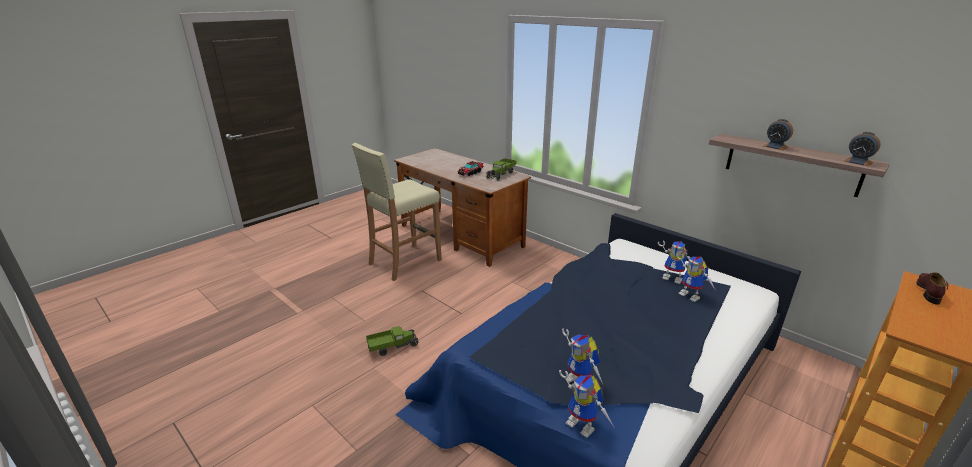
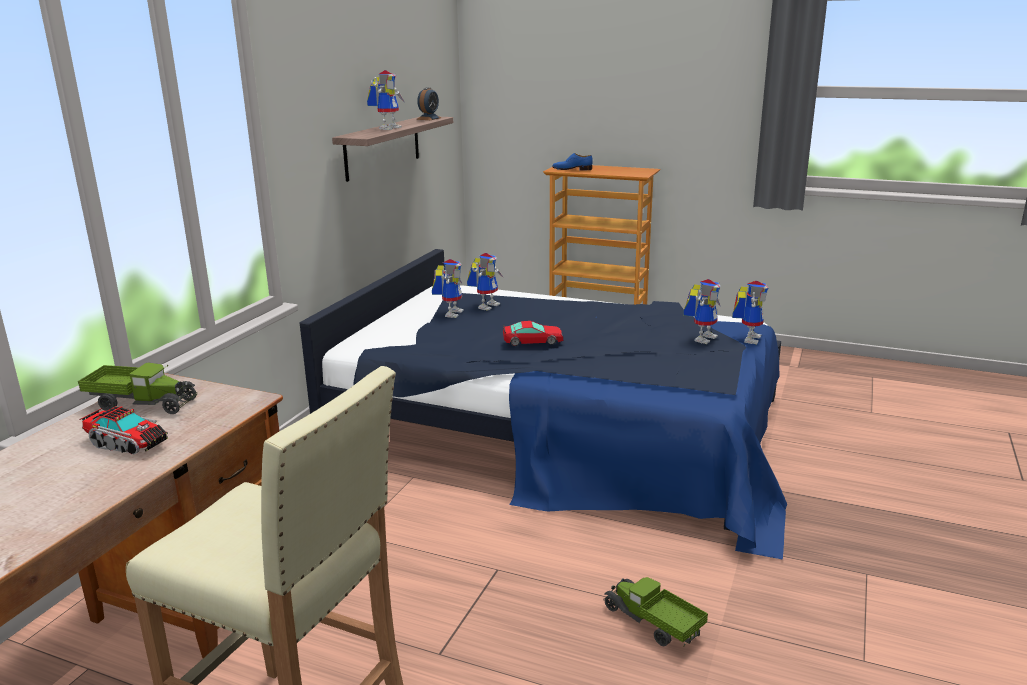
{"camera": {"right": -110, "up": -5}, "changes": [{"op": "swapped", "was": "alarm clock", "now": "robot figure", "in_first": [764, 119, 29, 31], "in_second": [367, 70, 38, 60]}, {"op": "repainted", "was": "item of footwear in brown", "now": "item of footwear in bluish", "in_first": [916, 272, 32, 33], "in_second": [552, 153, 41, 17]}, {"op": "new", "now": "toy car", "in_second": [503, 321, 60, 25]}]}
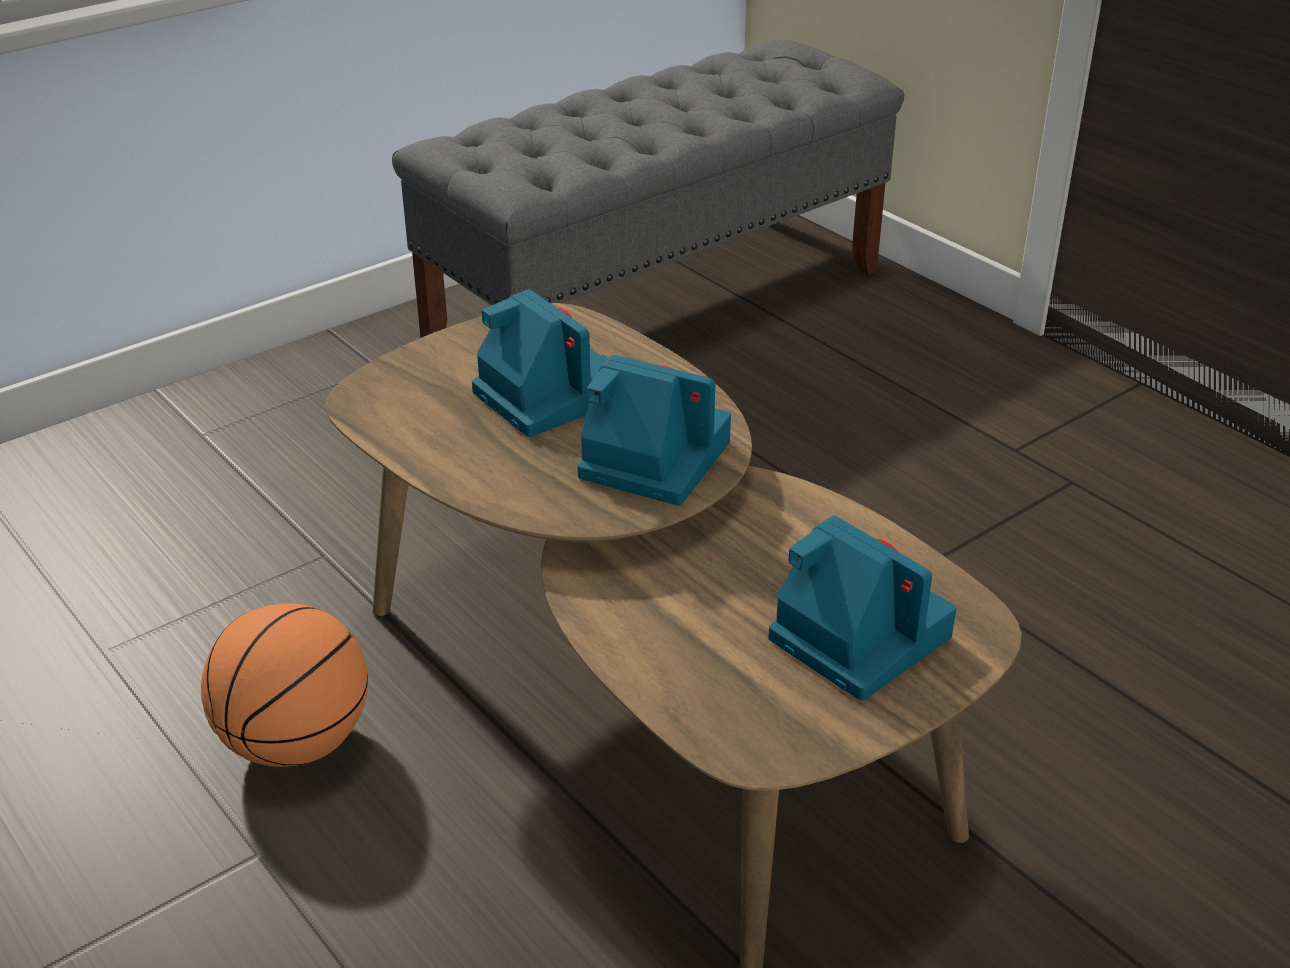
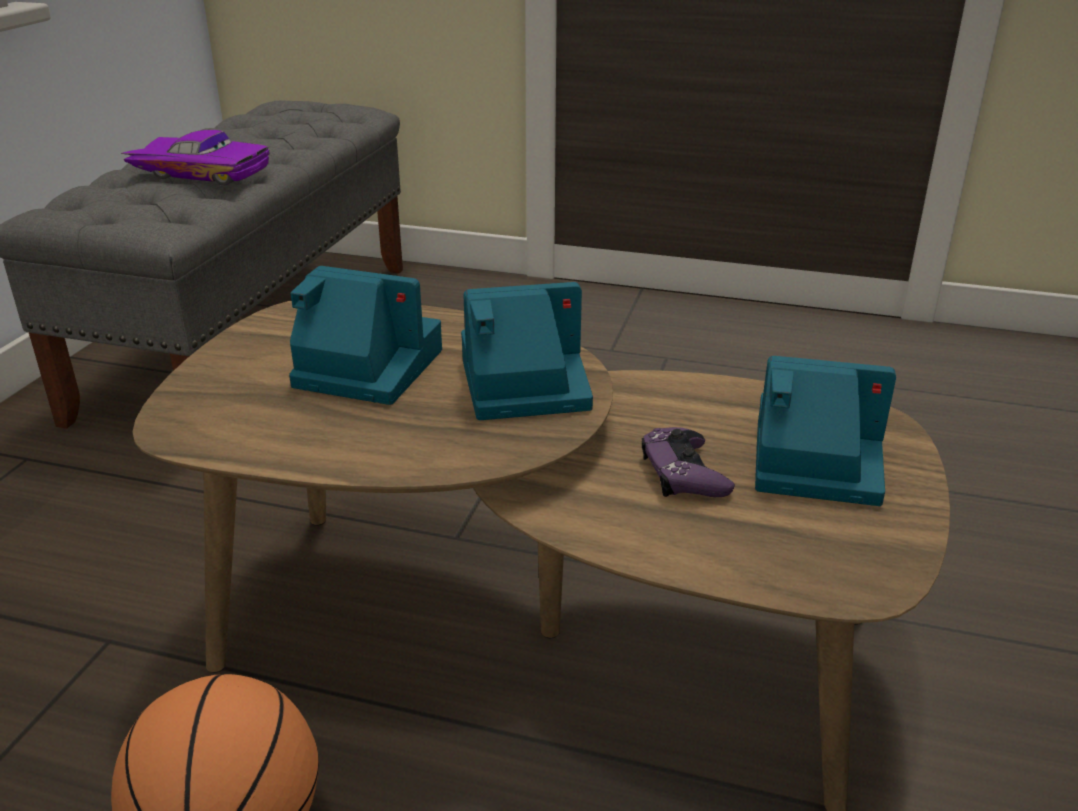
{"camera": {"right": -35, "up": -5}, "changes": [{"op": "new", "now": "toy car in purple", "in_second": [121, 130, 148, 56]}, {"op": "new", "now": "gamepad in purple", "in_second": [642, 427, 93, 70]}]}
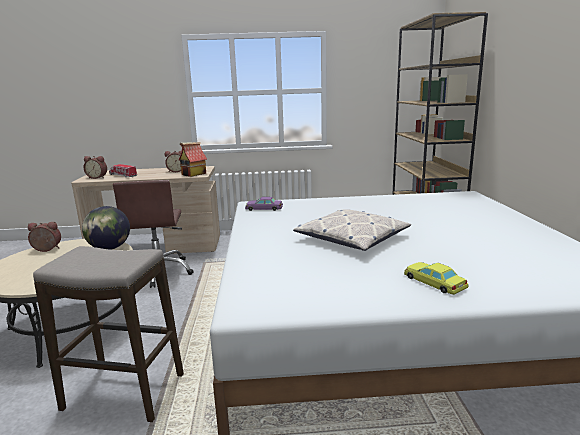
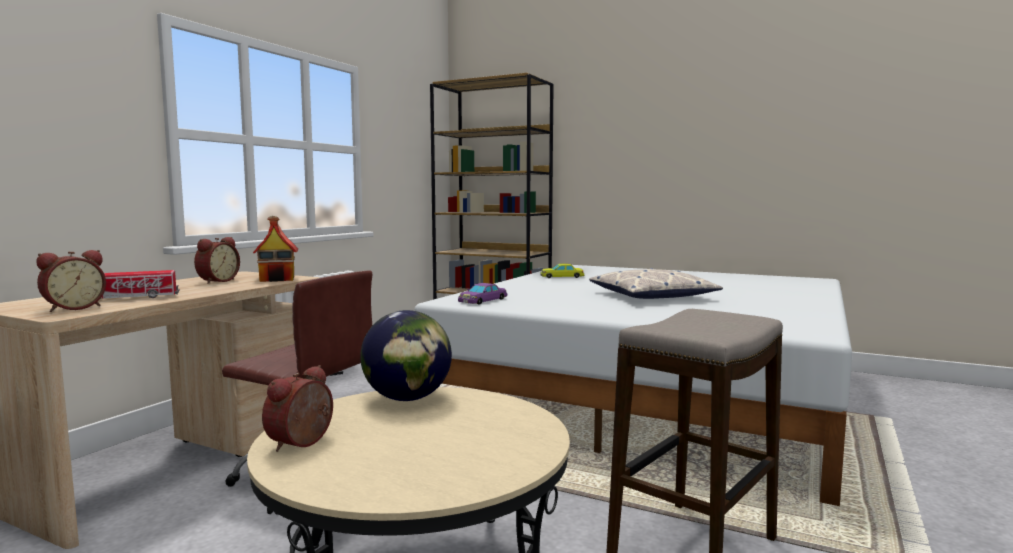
{"camera": {"right": -60, "up": -10}, "changes": [{"op": "shifted", "was": "toy car in yellow", "in_first": [404, 262, 65, 33], "in_second": [540, 264, 44, 14]}]}
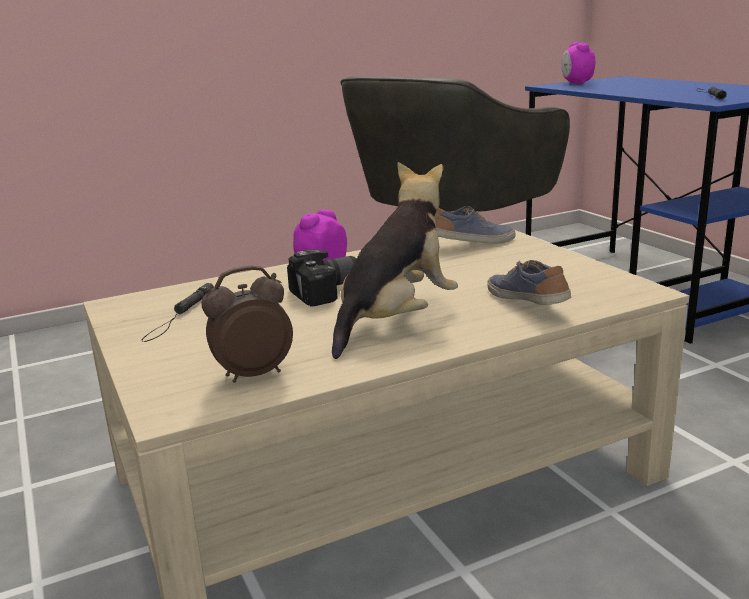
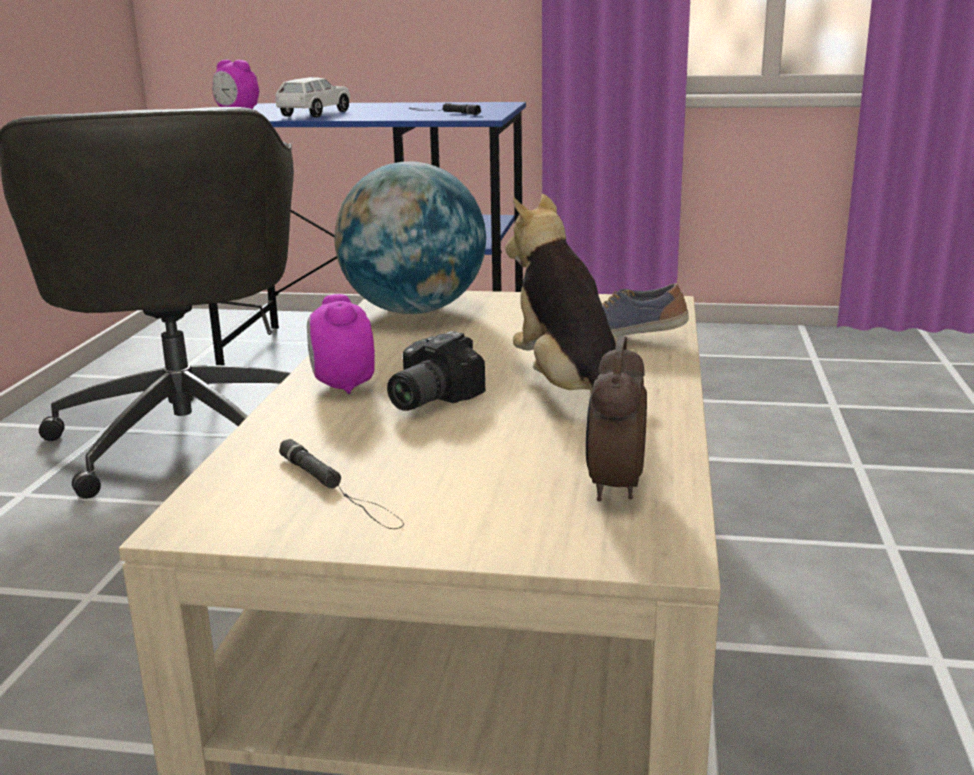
{"camera": {"right": -55, "up": 0}, "changes": [{"op": "swapped", "was": "item of footwear", "now": "desk globe", "in_first": [435, 206, 81, 38], "in_second": [334, 161, 152, 154]}, {"op": "rotated", "was": "still camera", "in_first": [287, 249, 69, 58], "in_second": [387, 331, 98, 80], "clockwise": -150}, {"op": "new", "now": "toy car in whitish", "in_second": [276, 77, 74, 40]}]}
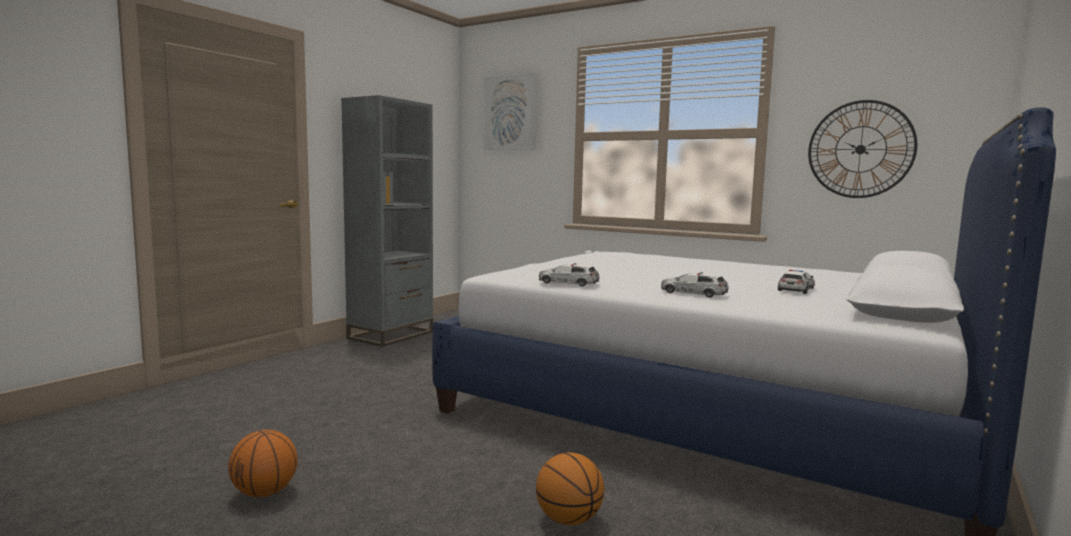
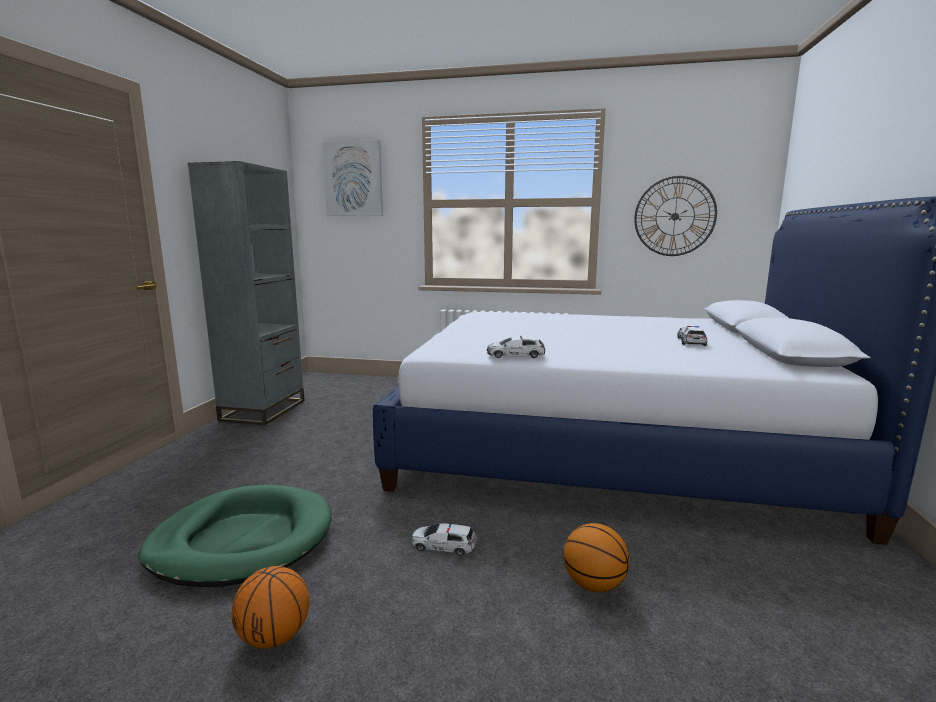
{"camera": {"right": -20, "up": 5}, "changes": [{"op": "shifted", "was": "toy car", "in_first": [661, 272, 68, 26], "in_second": [411, 523, 66, 33]}, {"op": "new", "now": "dog cushion in greenish", "in_second": [139, 485, 192, 102]}]}
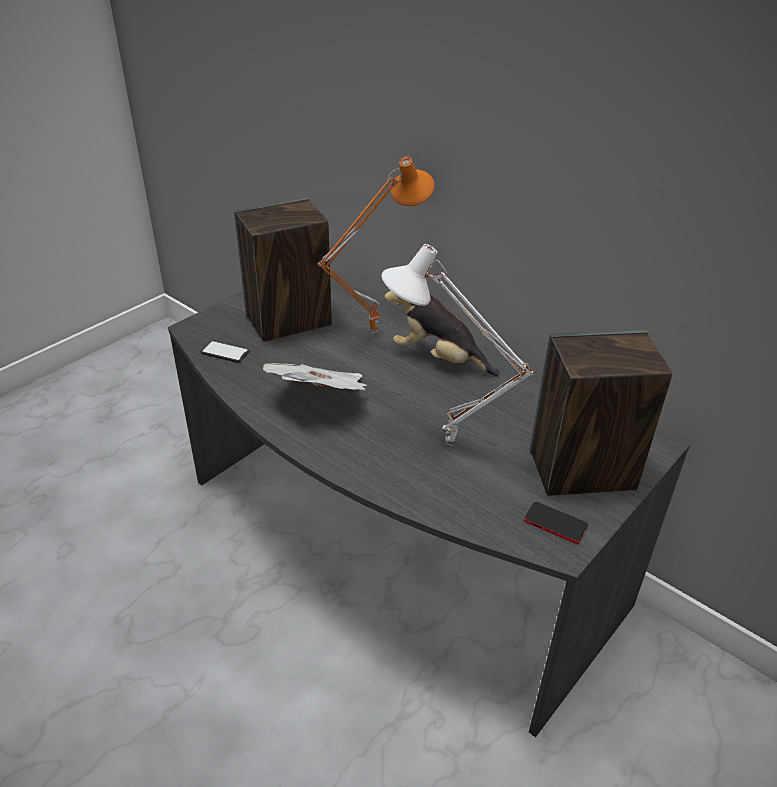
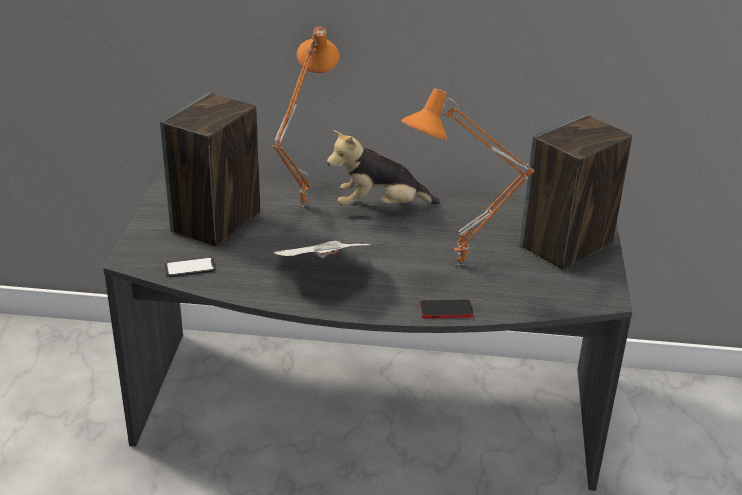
{"camera": {"right": -35, "up": -5}, "changes": [{"op": "repainted", "was": "table lamp in whitish", "now": "table lamp in orange-coloured", "in_first": [381, 244, 153, 202], "in_second": [401, 88, 134, 178]}, {"op": "shifted", "was": "telephone", "in_first": [524, 502, 64, 42], "in_second": [420, 300, 53, 18]}]}
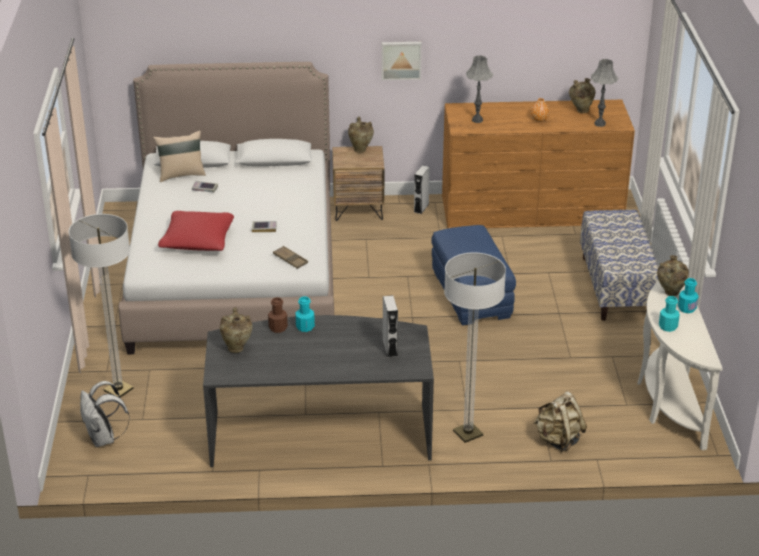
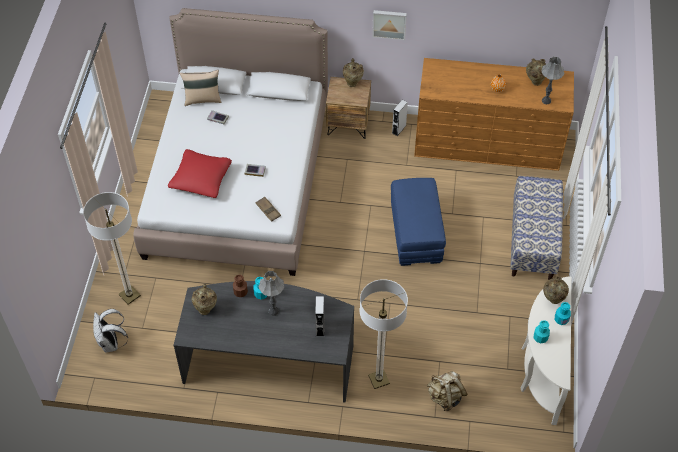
{"camera": {"right": 10, "up": 20}, "changes": [{"op": "shifted", "was": "table lamp in grey", "in_first": [466, 55, 27, 68], "in_second": [258, 271, 26, 45]}]}
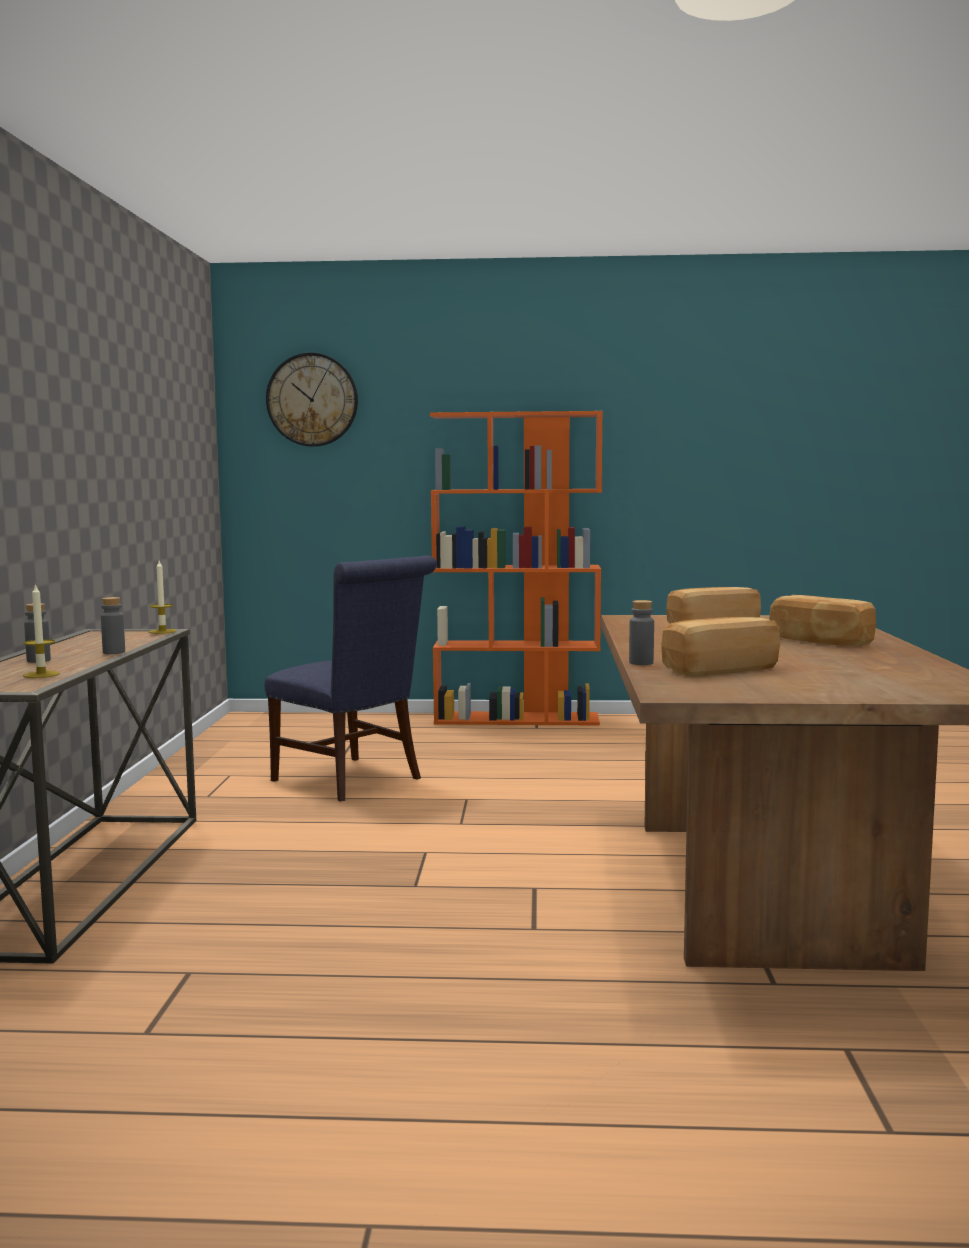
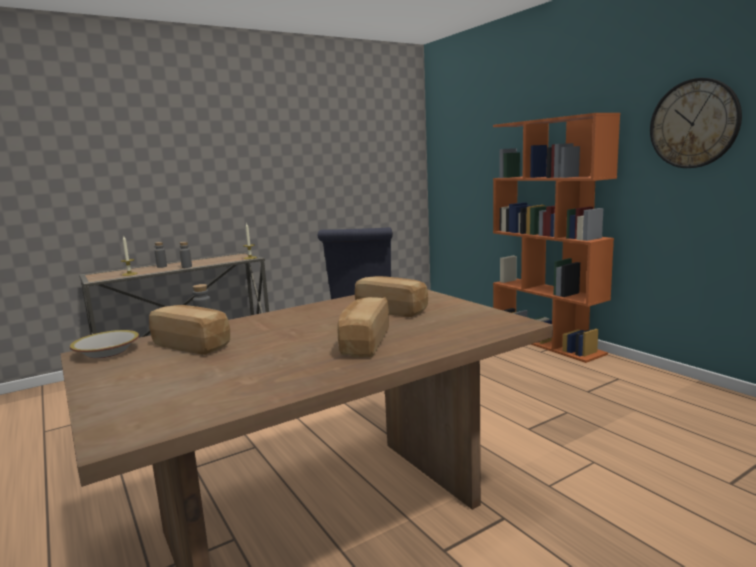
{"camera": {"right": 55, "up": 5}, "changes": [{"op": "shifted", "was": "wall clock", "in_first": [266, 353, 92, 94], "in_second": [650, 78, 92, 90]}, {"op": "new", "now": "serving bowl", "in_second": [70, 330, 69, 28]}]}
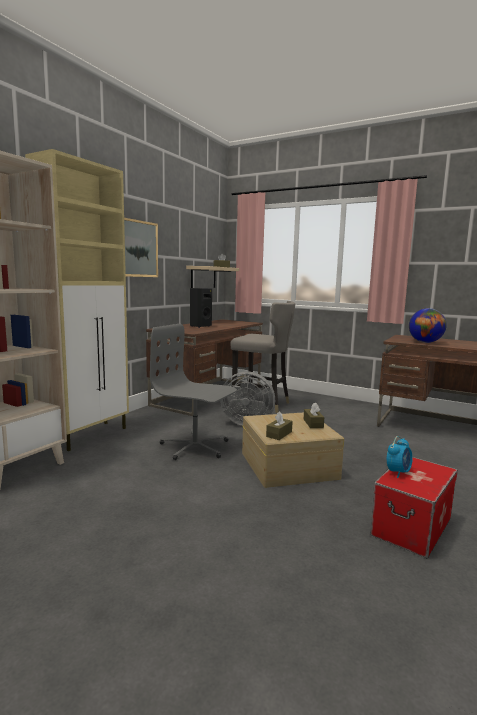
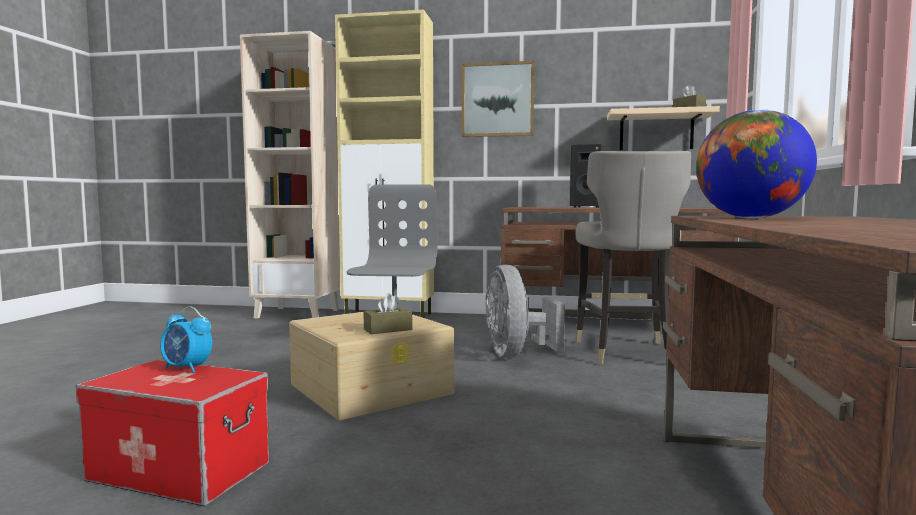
{"camera": {"right": 70, "up": -5}, "changes": [{"op": "gone", "was": "tissue box in brown", "in_first": [266, 411, 27, 29]}]}
